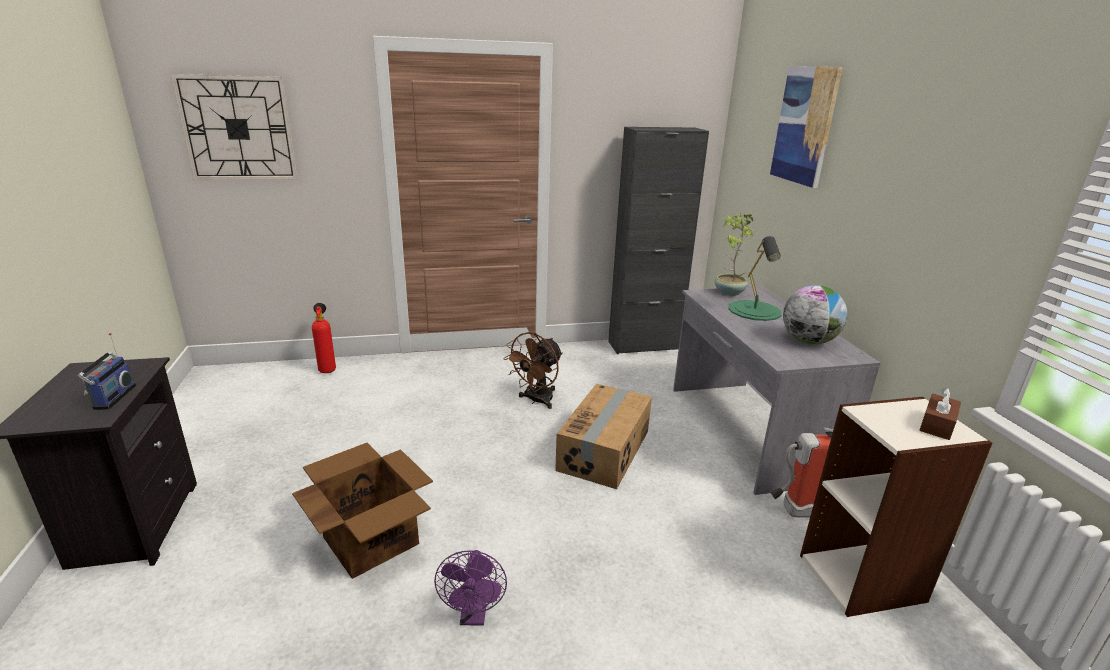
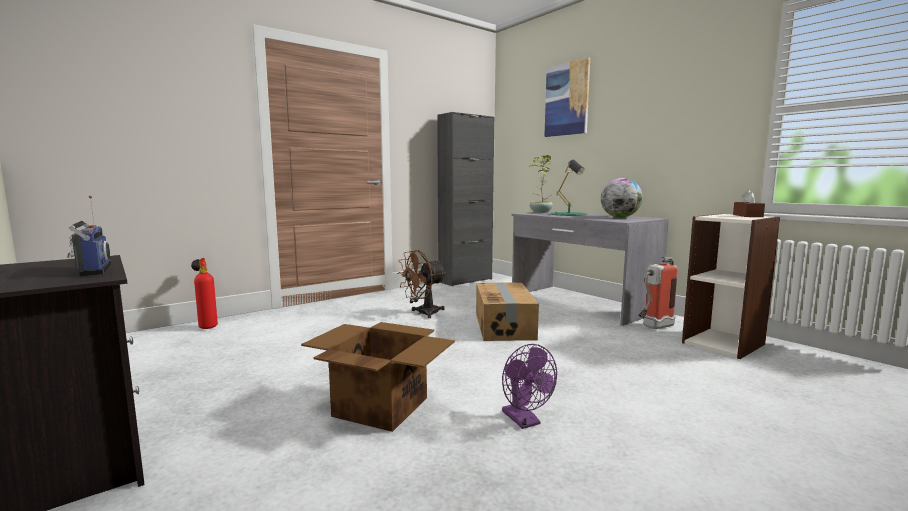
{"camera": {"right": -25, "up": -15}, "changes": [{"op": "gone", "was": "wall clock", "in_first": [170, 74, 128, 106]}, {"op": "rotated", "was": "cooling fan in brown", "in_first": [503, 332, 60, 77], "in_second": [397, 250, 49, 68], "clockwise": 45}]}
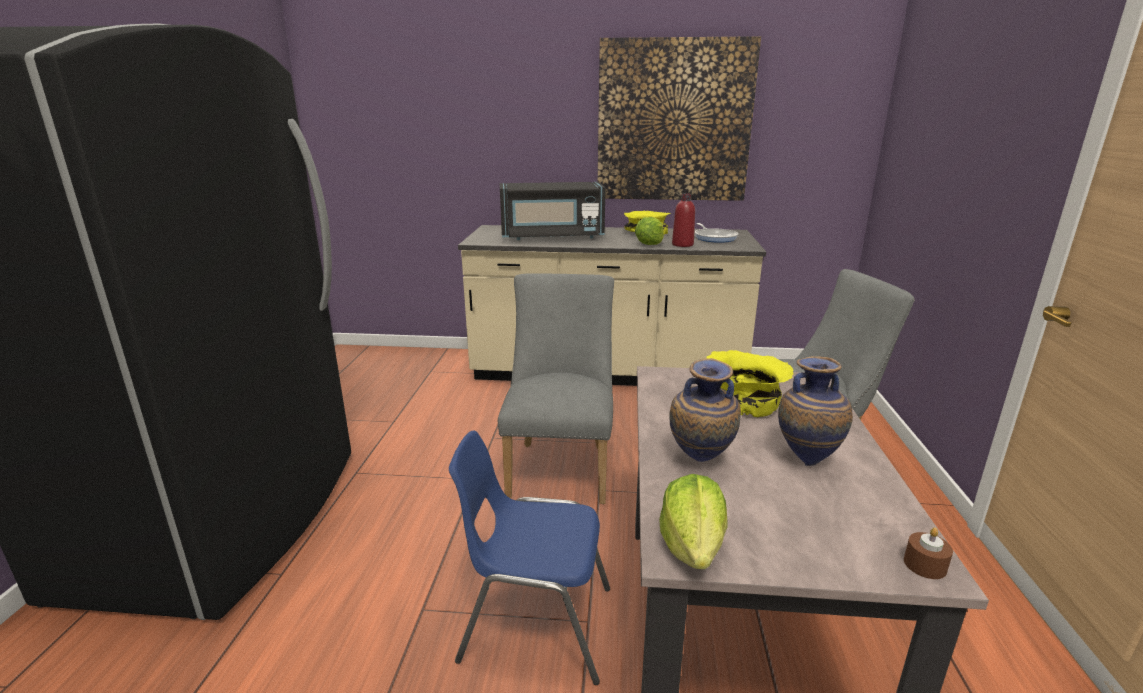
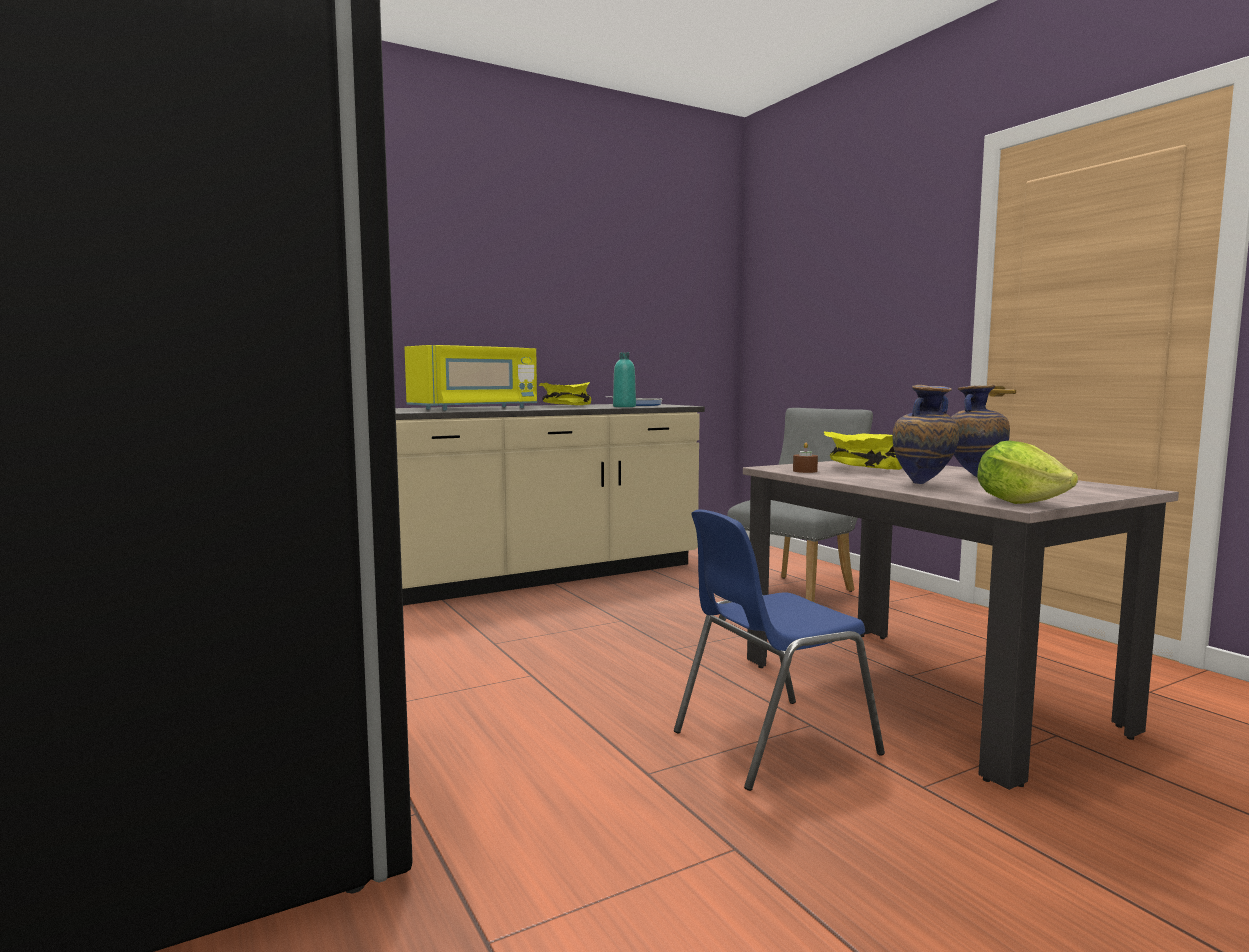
{"camera": {"right": -35, "up": -15}, "changes": [{"op": "gone", "was": "wall picture", "in_first": [598, 36, 163, 165]}, {"op": "repainted", "was": "microwave in black", "now": "microwave in yellow", "in_first": [500, 182, 106, 58], "in_second": [405, 345, 132, 65]}, {"op": "repainted", "was": "beverage bottle in red-coloured", "now": "beverage bottle in turquoise", "in_first": [672, 193, 23, 54], "in_second": [613, 352, 23, 55]}, {"op": "gone", "was": "lettuce head", "in_first": [635, 217, 29, 28]}, {"op": "gone", "was": "upright chair in grey", "in_first": [498, 273, 116, 231]}, {"op": "shifted", "was": "wax light in brown", "in_first": [904, 527, 49, 52], "in_second": [793, 443, 25, 30]}]}
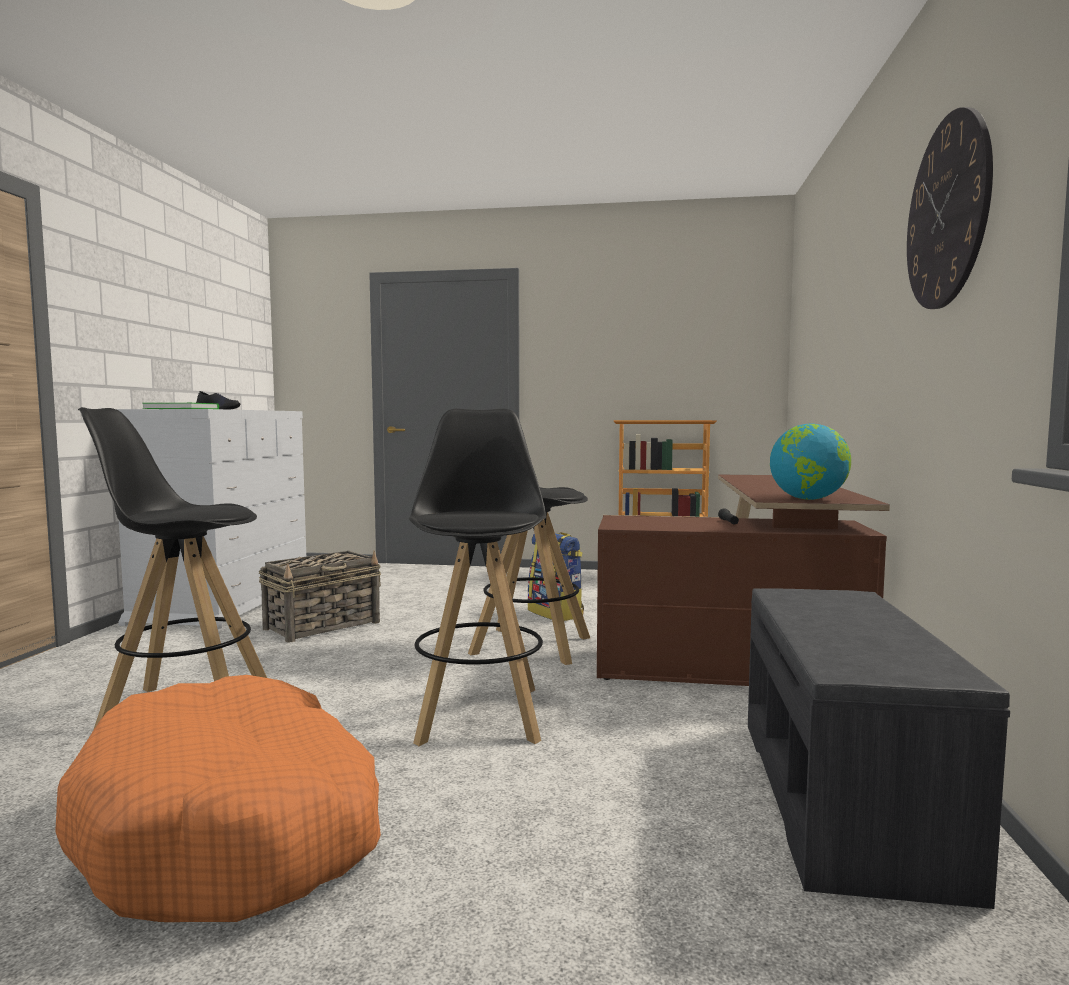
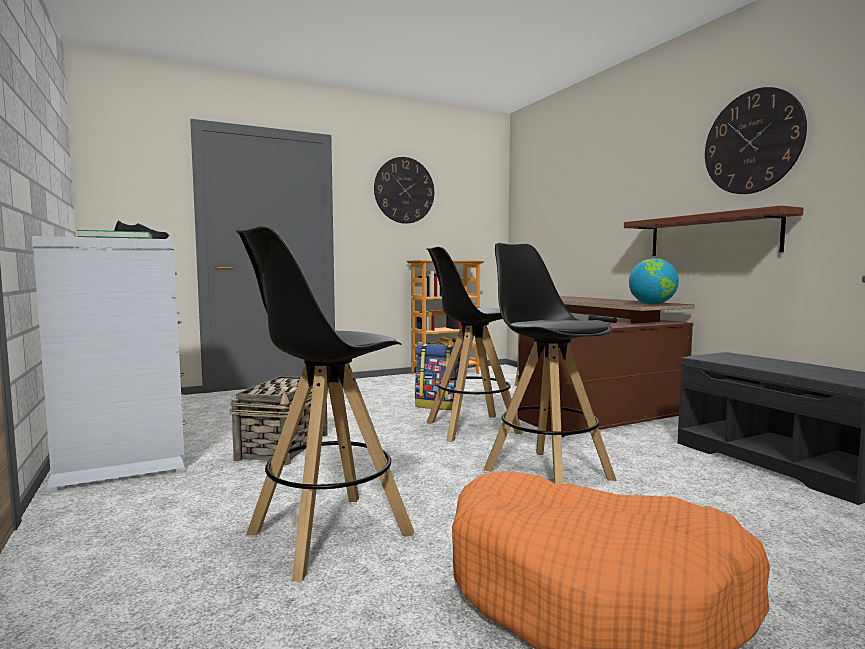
{"camera": {"right": -35, "up": 0}, "changes": [{"op": "new", "now": "wall clock", "in_second": [374, 157, 60, 67]}, {"op": "new", "now": "wall shelf", "in_second": [624, 205, 180, 51]}]}
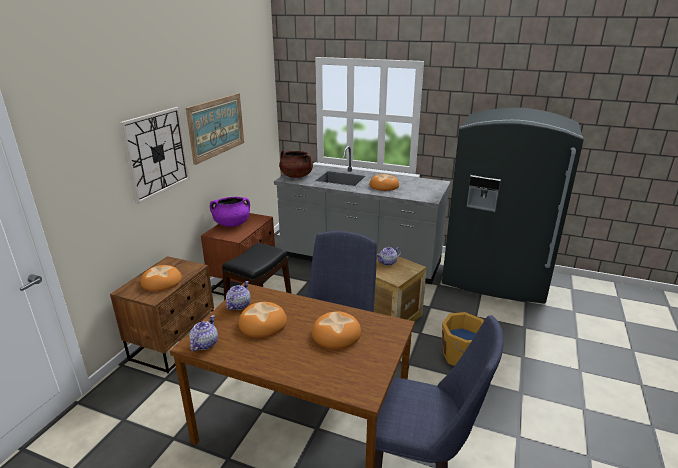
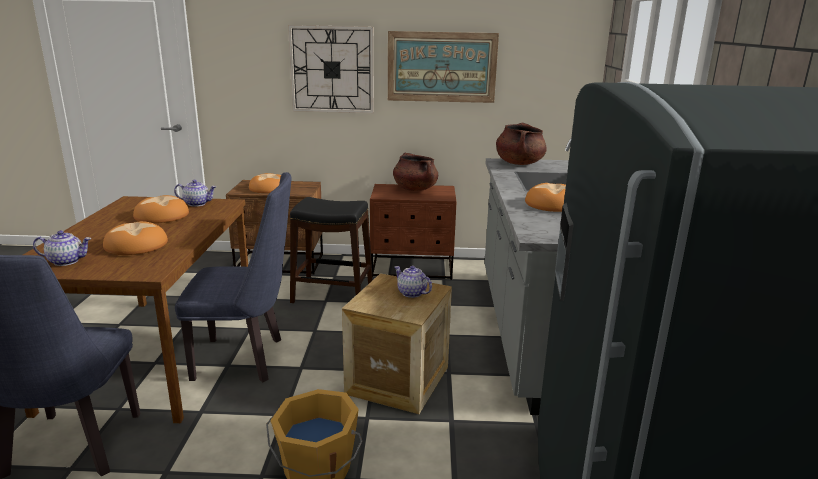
{"camera": {"right": 70, "up": -5}, "changes": [{"op": "repainted", "was": "cooking pot in purple", "now": "cooking pot in brown", "in_first": [210, 197, 40, 30], "in_second": [393, 152, 45, 39]}, {"op": "shifted", "was": "teapot", "in_first": [189, 315, 29, 36], "in_second": [33, 230, 58, 36]}]}
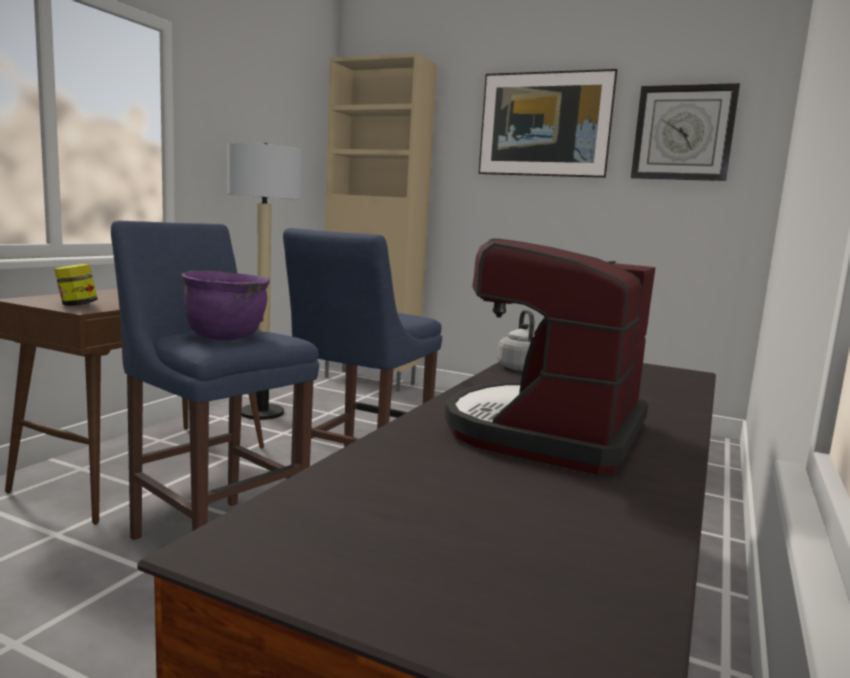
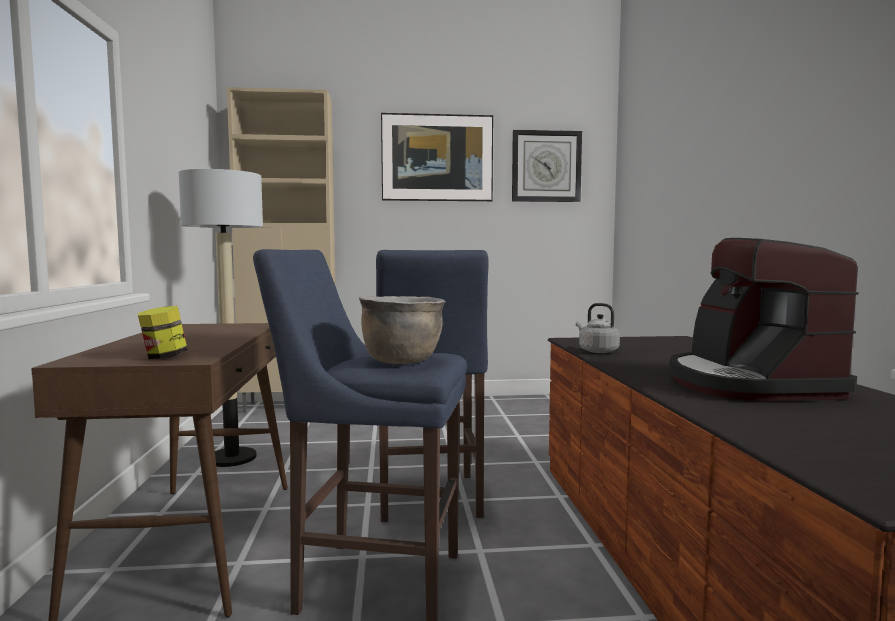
{"camera": {"right": -30, "up": -5}, "changes": [{"op": "repainted", "was": "cooking pot in purple", "now": "cooking pot in brown", "in_first": [182, 271, 88, 69], "in_second": [359, 296, 87, 68]}]}
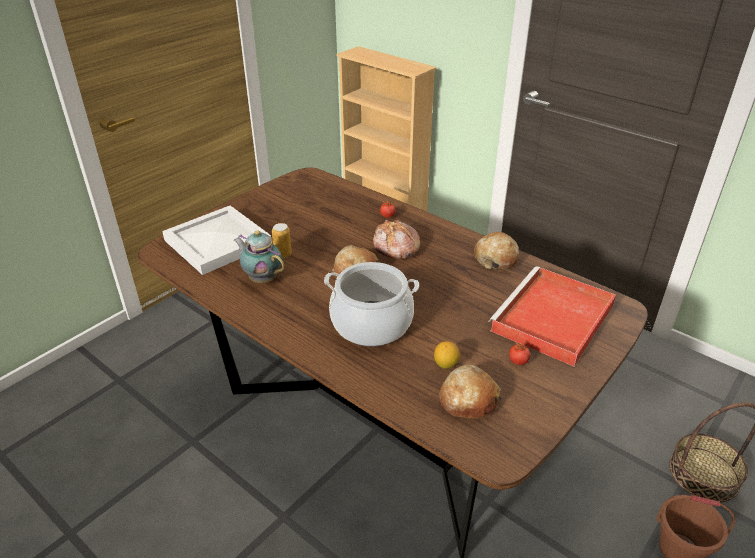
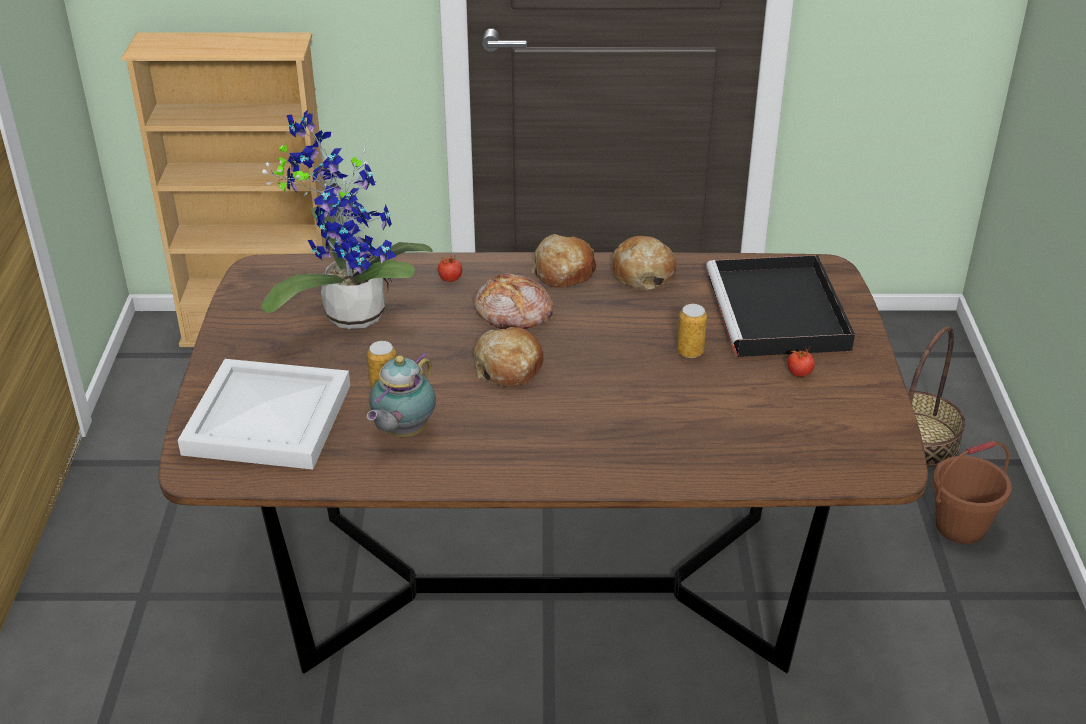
{"camera": {"right": -40, "up": 0}, "changes": [{"op": "rotated", "was": "teapot", "in_first": [234, 230, 51, 53], "in_second": [366, 353, 70, 84], "clockwise": -60}, {"op": "gone", "was": "cooking pot", "in_first": [324, 262, 95, 85]}, {"op": "repainted", "was": "tray in red-coloured", "now": "tray in black", "in_first": [489, 266, 127, 100], "in_second": [706, 255, 149, 102]}, {"op": "gone", "was": "whole lemon", "in_first": [434, 341, 26, 28]}, {"op": "shifted", "was": "bakery bread", "in_first": [439, 364, 63, 55], "in_second": [531, 234, 65, 54]}, {"op": "new", "now": "plant in a pot", "in_second": [261, 110, 172, 219]}, {"op": "new", "now": "metal can", "in_second": [677, 304, 30, 54]}]}
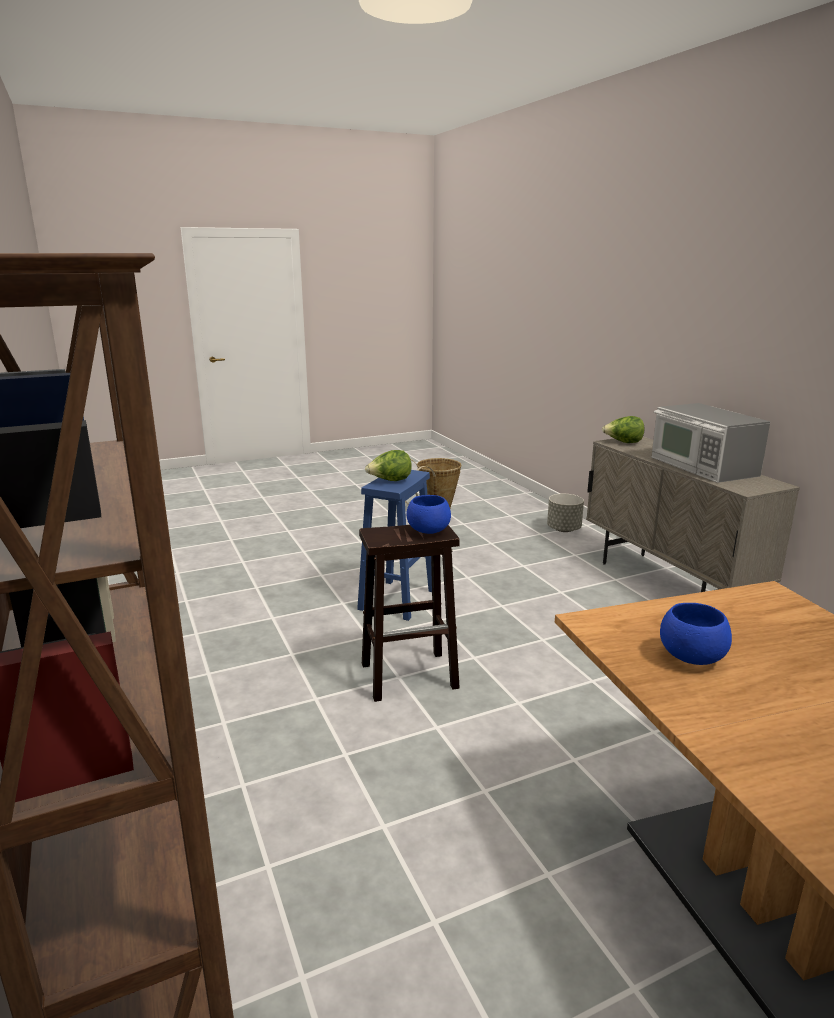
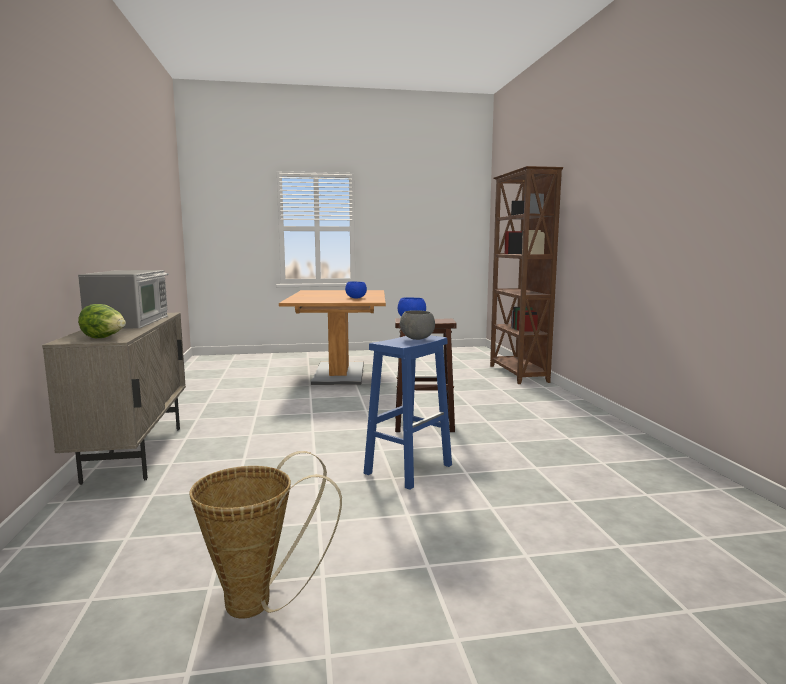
{"camera": {"right": -165, "up": -10}, "changes": [{"op": "swapped", "was": "lettuce head", "now": "serving bowl in grey", "in_first": [365, 450, 47, 31], "in_second": [400, 310, 35, 30]}, {"op": "gone", "was": "planter in grey", "in_first": [547, 494, 37, 38]}]}
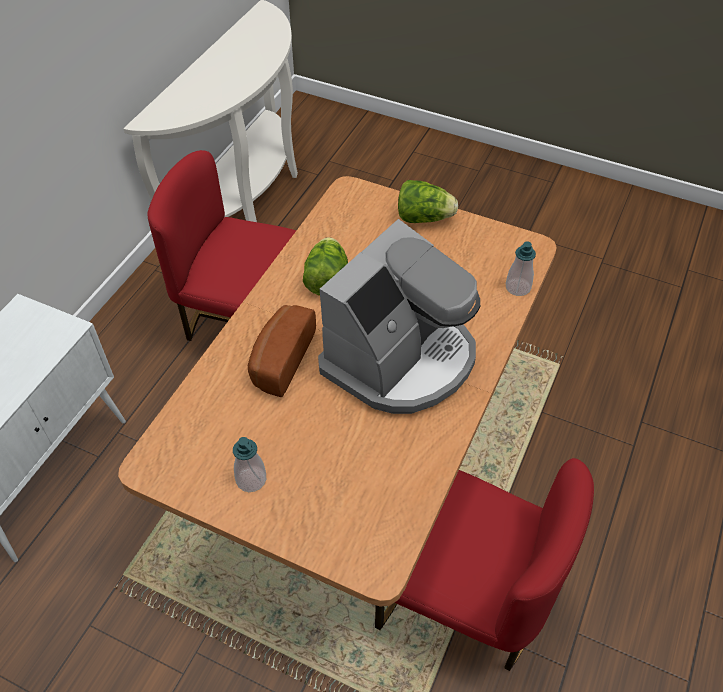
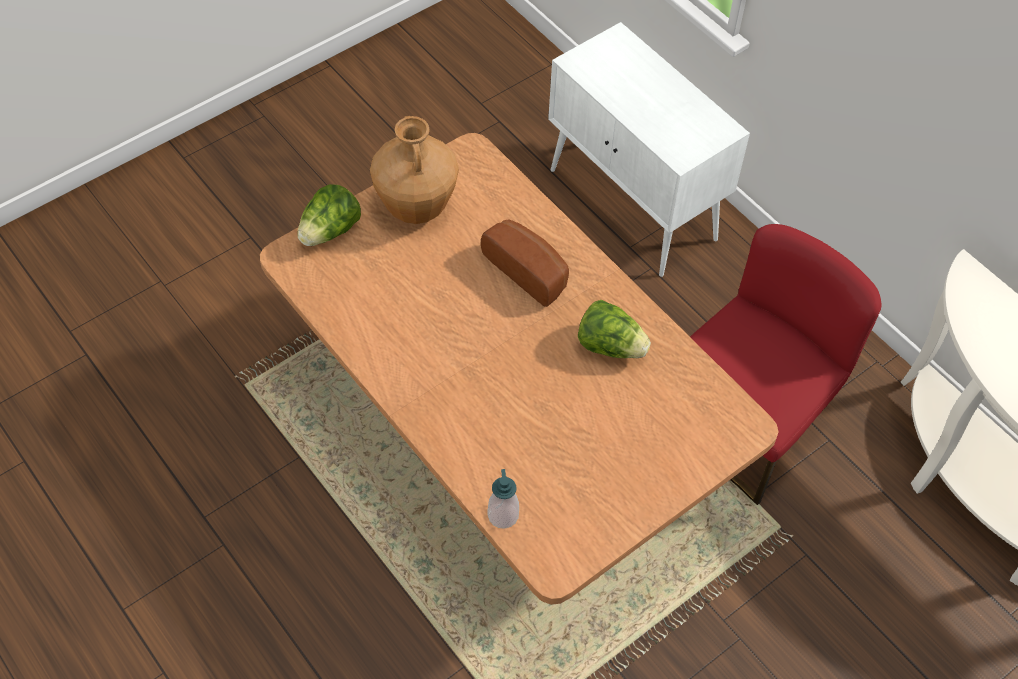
{"camera": {"right": 115, "up": 5}, "changes": [{"op": "shifted", "was": "lettuce head", "in_first": [398, 180, 60, 43], "in_second": [297, 184, 64, 62]}, {"op": "gone", "was": "coffee brewer", "in_first": [318, 219, 162, 195]}, {"op": "swapped", "was": "soap dispenser", "now": "vase in brown", "in_first": [233, 437, 33, 55], "in_second": [370, 116, 89, 108]}, {"op": "gone", "was": "upright chair in red-coloured", "in_first": [375, 458, 219, 213]}]}
